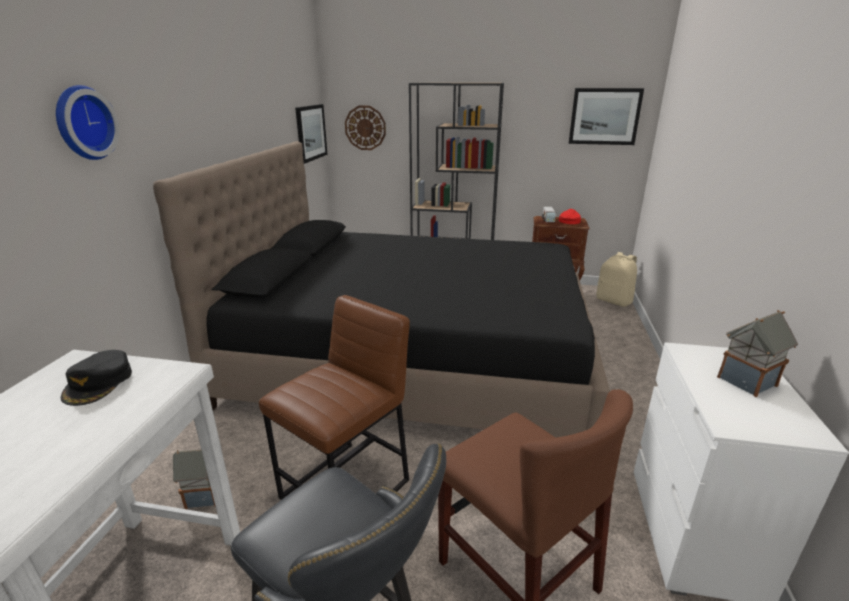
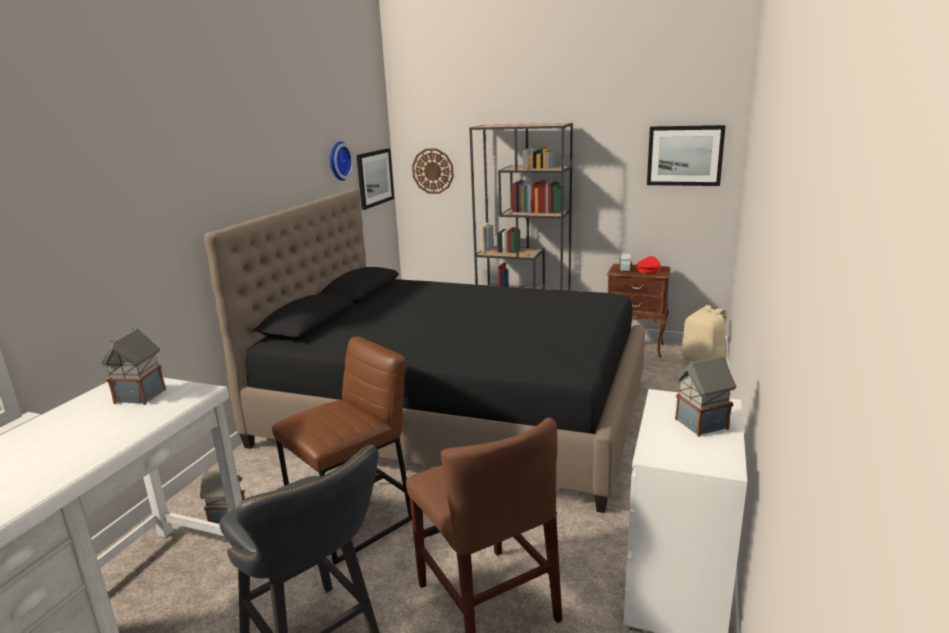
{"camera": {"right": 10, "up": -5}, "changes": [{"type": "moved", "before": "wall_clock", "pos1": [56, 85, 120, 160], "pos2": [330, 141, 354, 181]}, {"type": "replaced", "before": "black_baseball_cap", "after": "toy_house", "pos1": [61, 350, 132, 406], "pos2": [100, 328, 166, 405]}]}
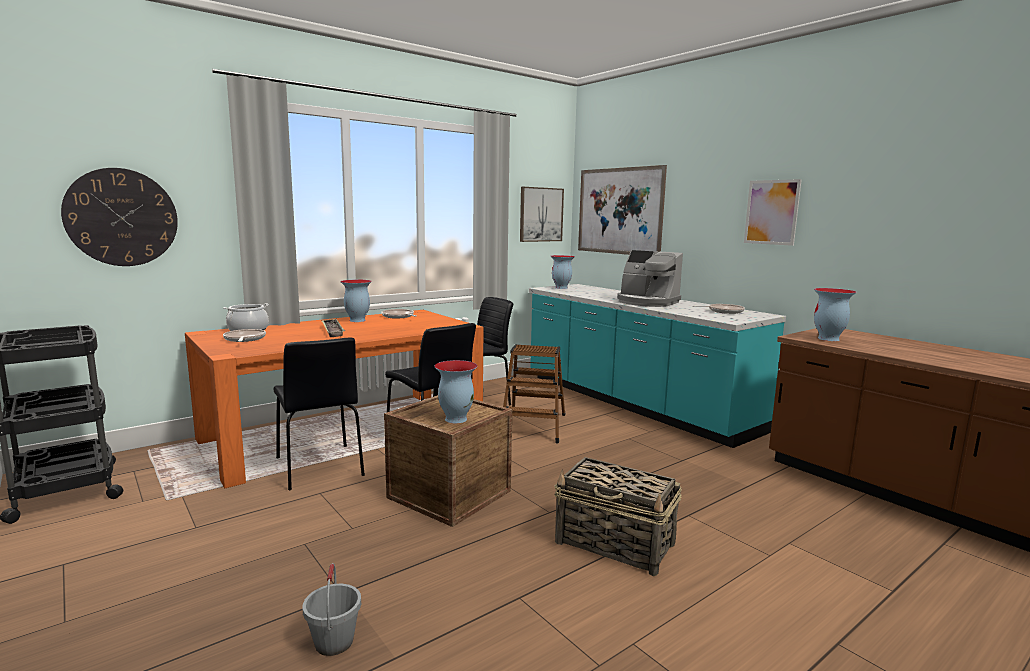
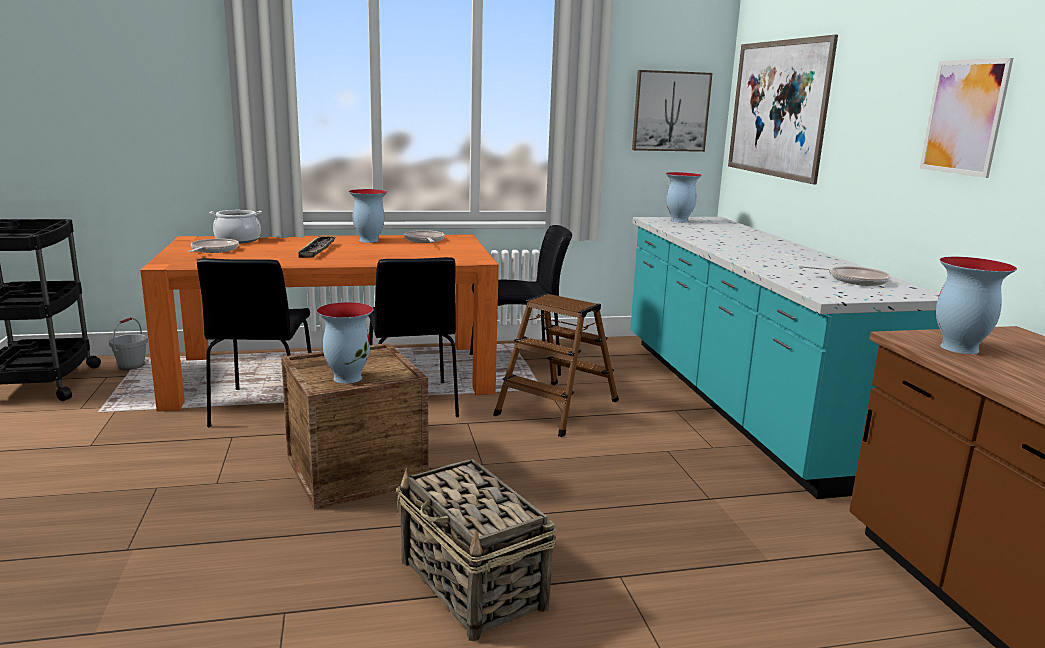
{"camera": {"right": 25, "up": 5}, "changes": [{"type": "removed", "before": "wall_clock", "pos1": [61, 168, 178, 266]}, {"type": "removed", "before": "coffee_maker", "pos1": [617, 250, 683, 307]}, {"type": "moved", "before": "gray_pail", "pos1": [303, 563, 361, 656], "pos2": [109, 317, 148, 371]}]}
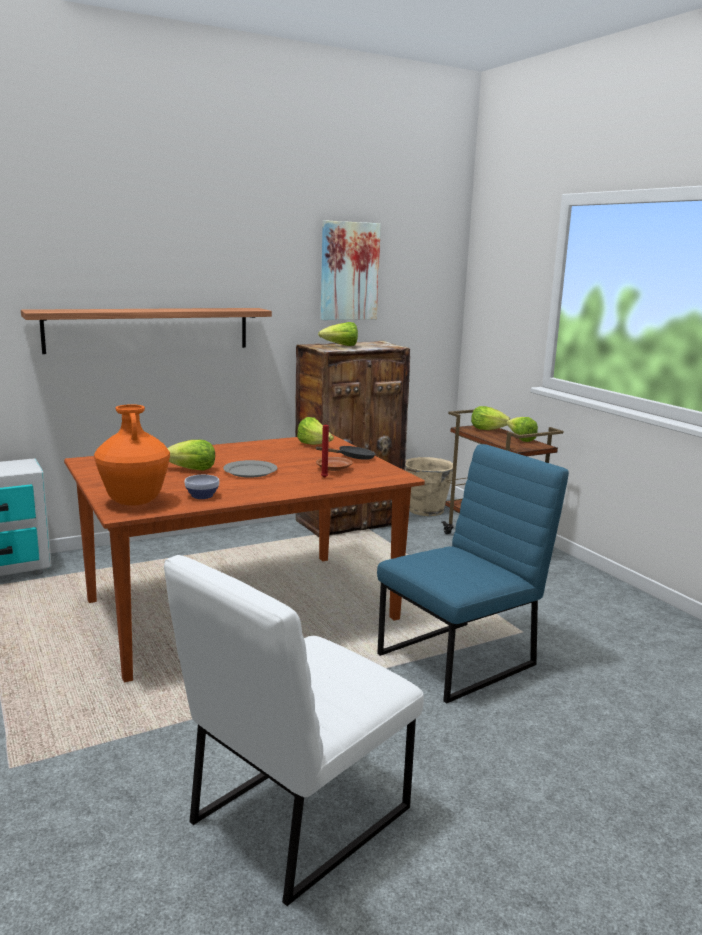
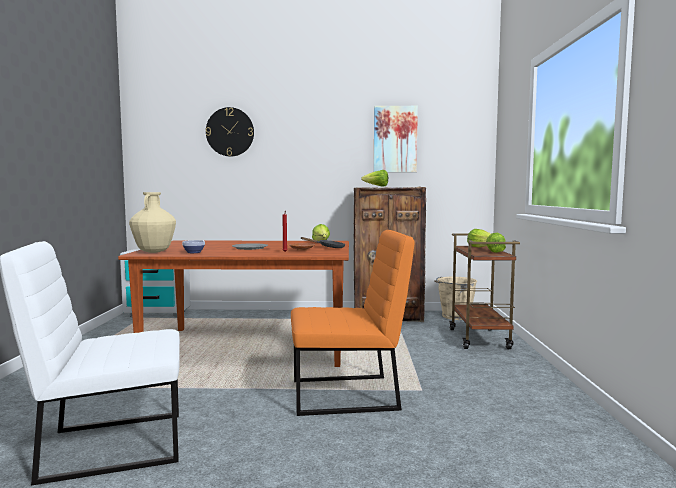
{"camera": {"right": 30, "up": -10}, "changes": [{"type": "removed", "before": "bracket_shelf", "pos1": [21, 308, 272, 354]}, {"type": "removed", "before": "lettuce_head", "pos1": [167, 440, 215, 471]}, {"type": "added", "after": "wall_clock", "pos2": [206, 107, 254, 157]}, {"type": "recoloured", "before": "orangey_vase", "after": "sand-coloured_vase", "pos1": [94, 404, 170, 506], "pos2": [129, 192, 176, 253]}, {"type": "recoloured", "before": "blue-coloured_plain_chair", "after": "orangey_plain_chair", "pos1": [377, 444, 569, 703], "pos2": [291, 230, 414, 416]}]}
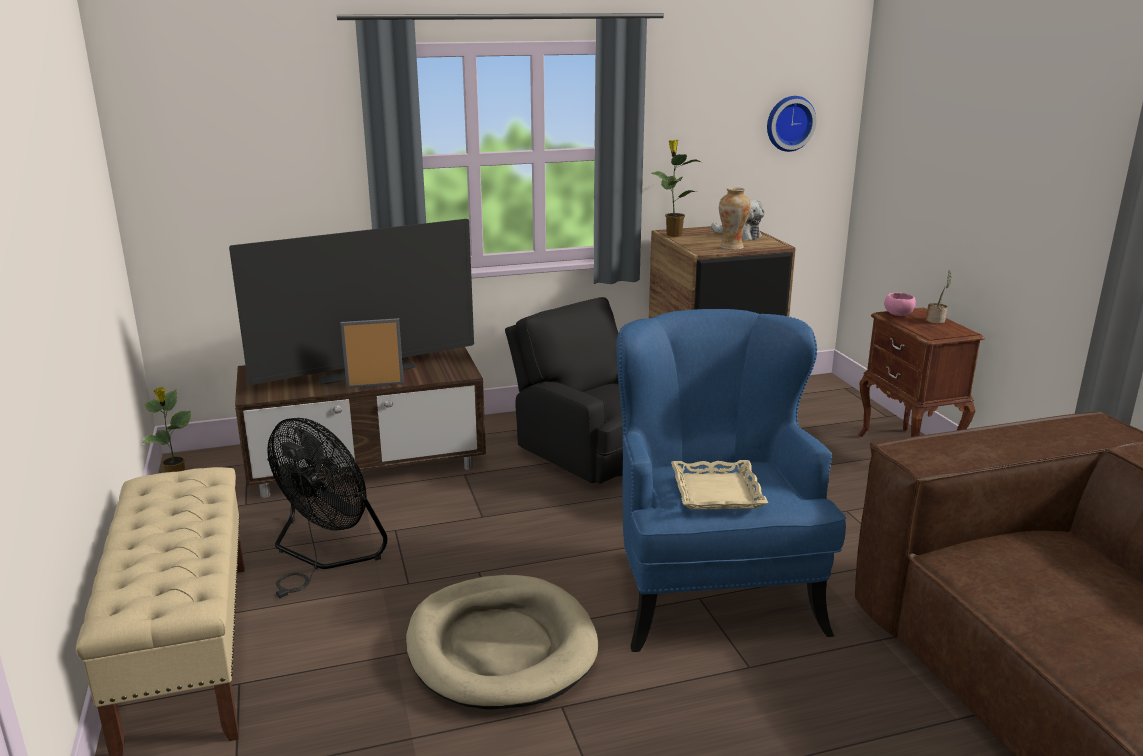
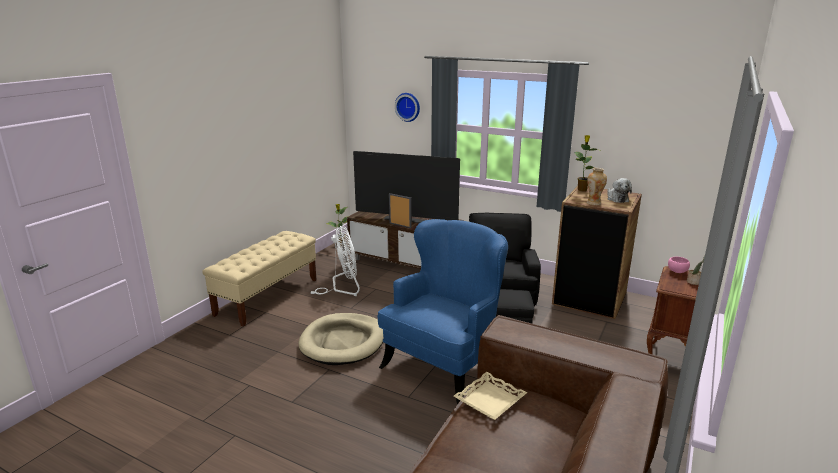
{"camera": {"right": 45, "up": 0}, "changes": [{"type": "moved", "before": "sand-coloured_tray", "pos1": [671, 460, 768, 510], "pos2": [454, 372, 528, 420]}, {"type": "moved", "before": "wall_clock", "pos1": [767, 96, 816, 152], "pos2": [395, 93, 420, 122]}, {"type": "recoloured", "before": "black_fan", "after": "whitish_fan", "pos1": [267, 418, 387, 598], "pos2": [310, 226, 360, 296]}]}
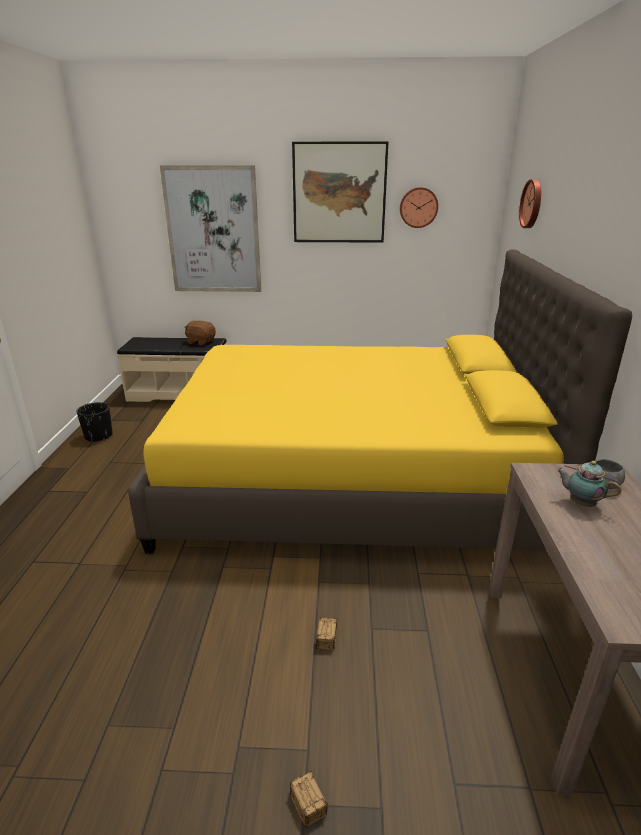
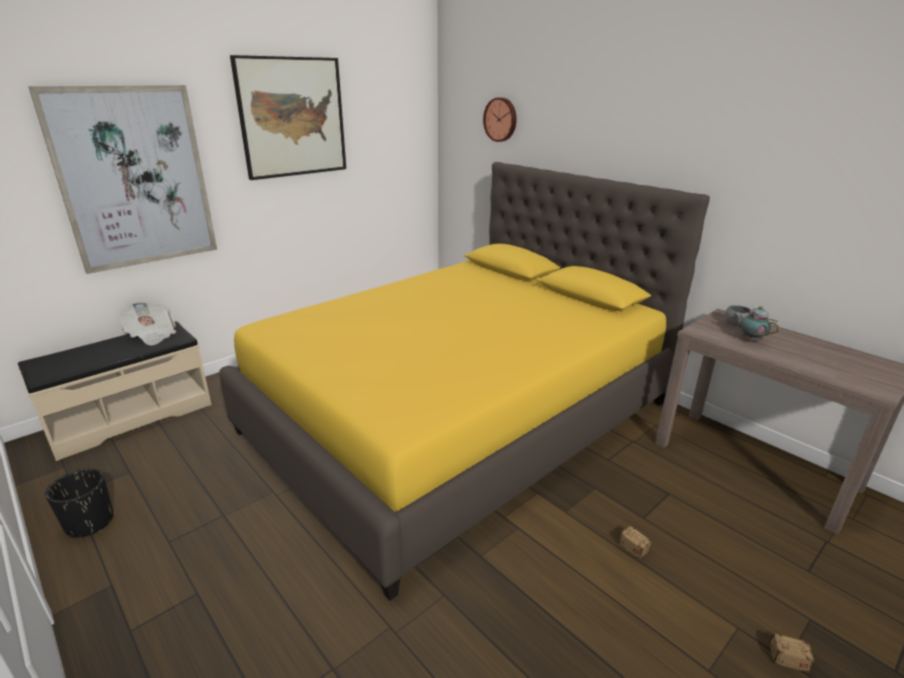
{"camera": {"right": -45, "up": 0}, "changes": [{"type": "removed", "before": "wall_clock", "pos1": [400, 187, 438, 228]}, {"type": "replaced", "before": "brown_cuddly_toy", "after": "printed_paper", "pos1": [184, 321, 216, 346], "pos2": [121, 302, 176, 345]}, {"type": "turned", "before": "teapot", "pos1": [556, 461, 621, 507], "pos2": [734, 306, 780, 342], "turn": 60}]}
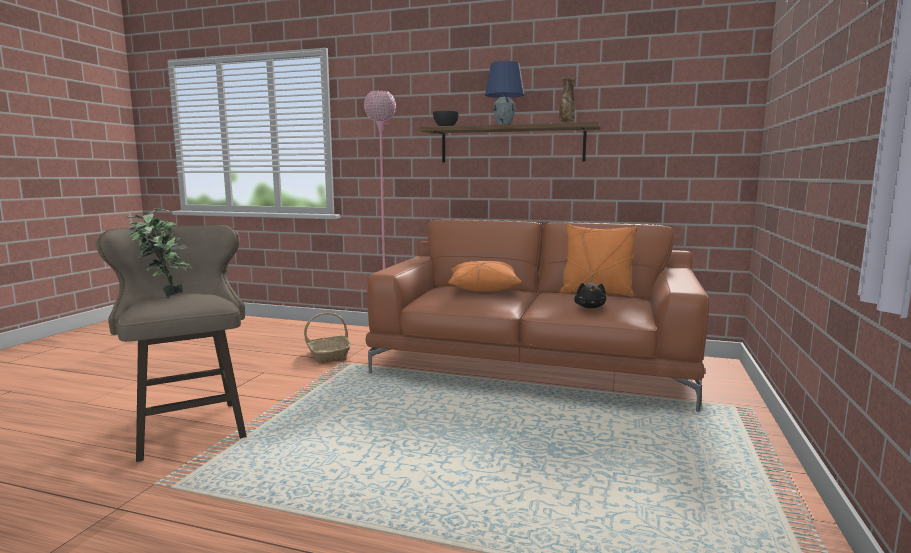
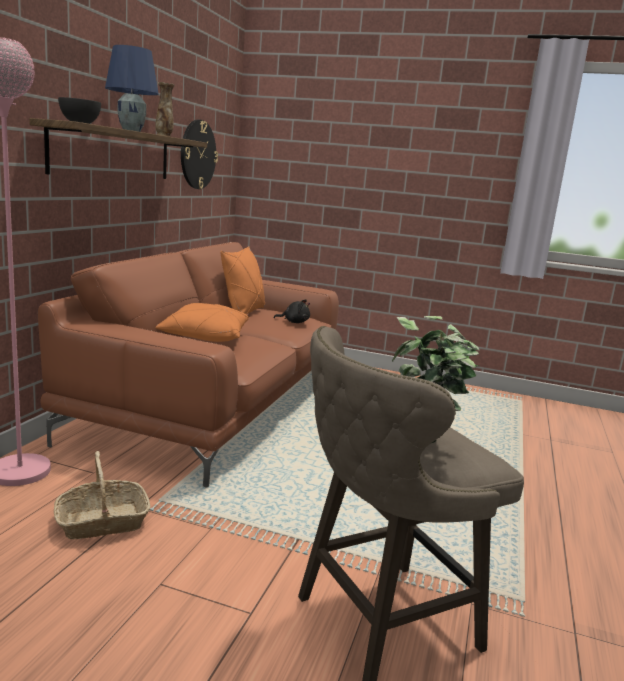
{"camera": {"right": -90, "up": 5}, "changes": [{"type": "added", "after": "wall_clock", "pos2": [181, 120, 218, 189]}]}
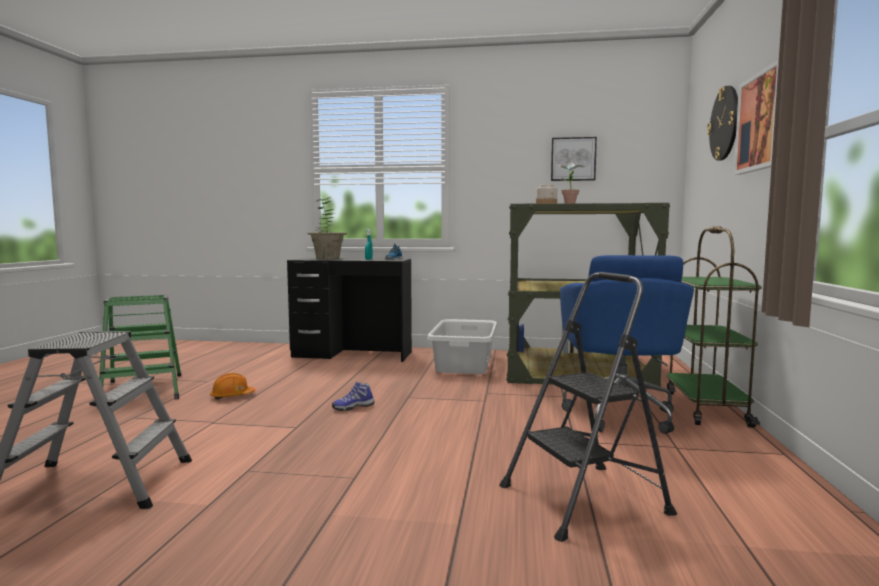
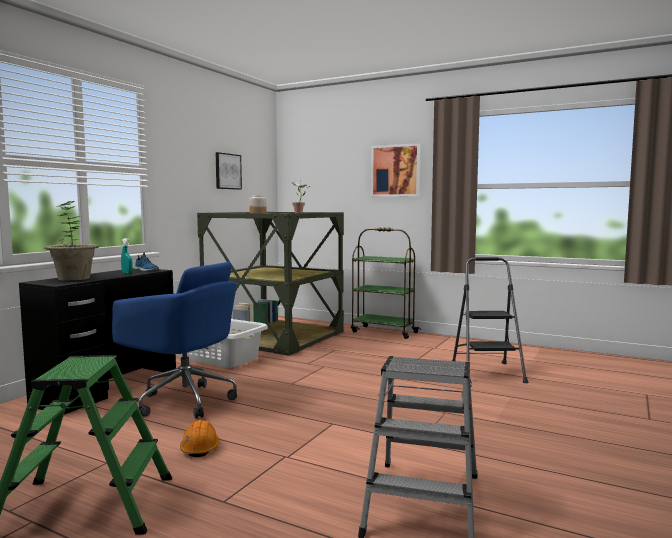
{"camera": {"right": -70, "up": 0}, "changes": [{"type": "removed", "before": "item_of_footwear", "pos1": [332, 382, 374, 411]}, {"type": "removed", "before": "wall_clock", "pos1": [707, 86, 738, 161]}, {"type": "moved", "before": "blue-coloured_computer_chair", "pos1": [560, 255, 694, 434], "pos2": [112, 262, 237, 419]}]}
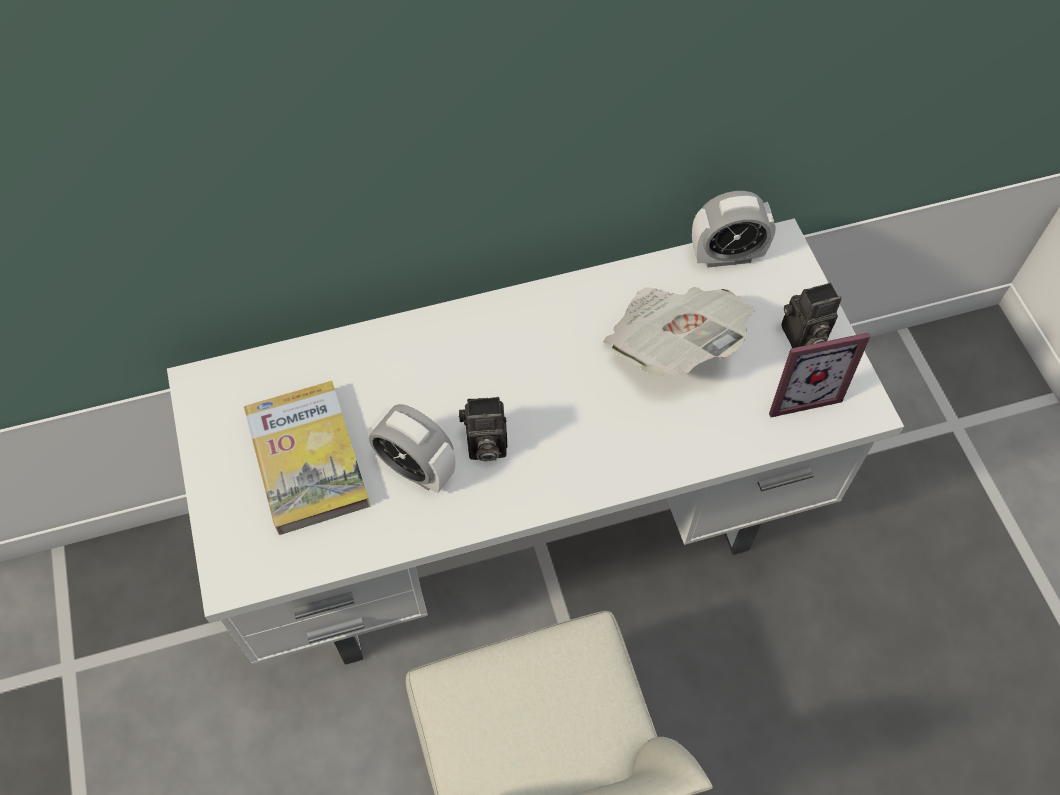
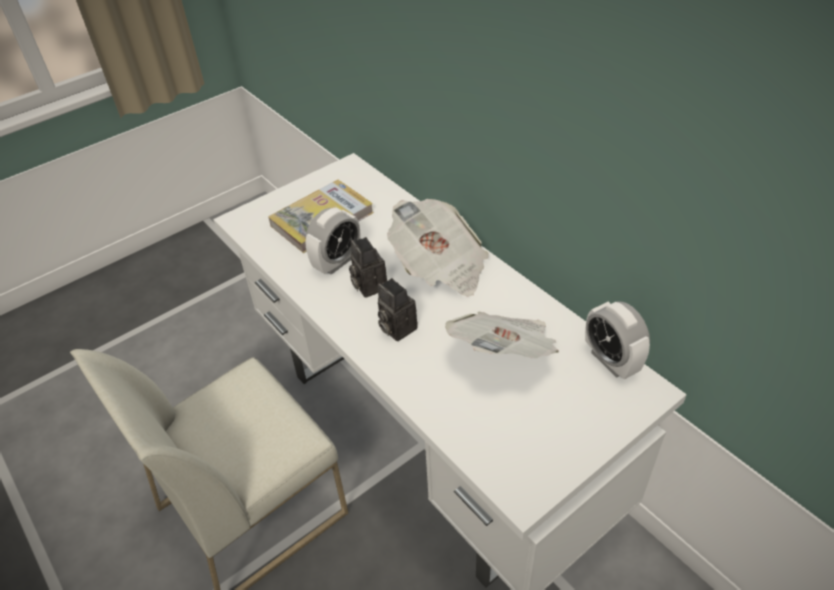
{"camera": {"right": 70, "up": -15}, "changes": [{"type": "removed", "before": "standing_frame", "pos1": [769, 333, 870, 417]}, {"type": "added", "after": "printed_paper", "pos2": [387, 199, 489, 296]}, {"type": "moved", "before": "still_camera", "pos1": [782, 283, 842, 348], "pos2": [378, 278, 418, 341]}, {"type": "turned", "before": "bedside_clock", "pos1": [368, 404, 455, 493], "pos2": [305, 207, 361, 275], "turn": -150}]}
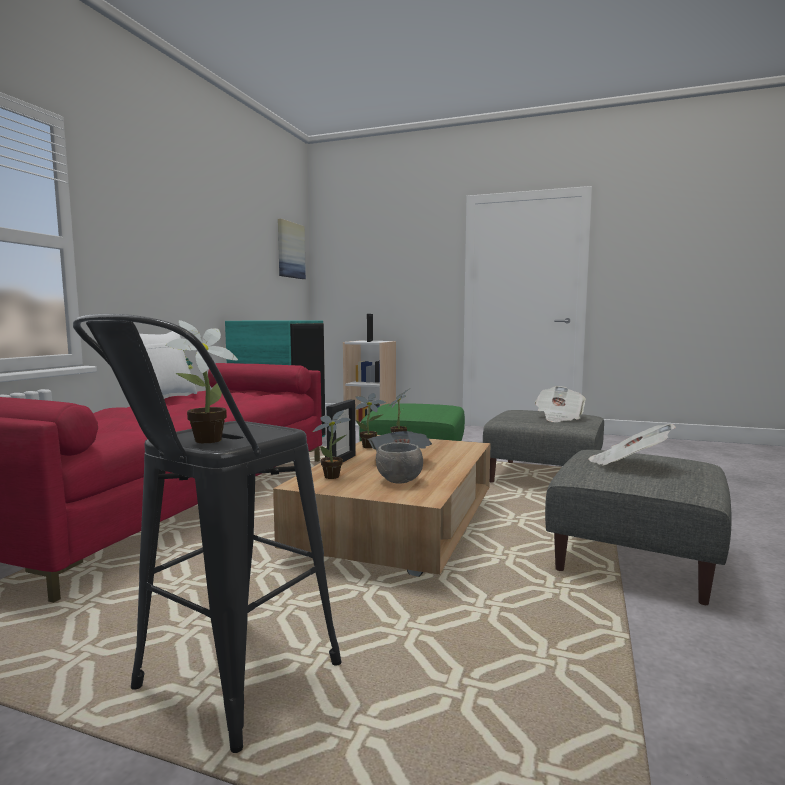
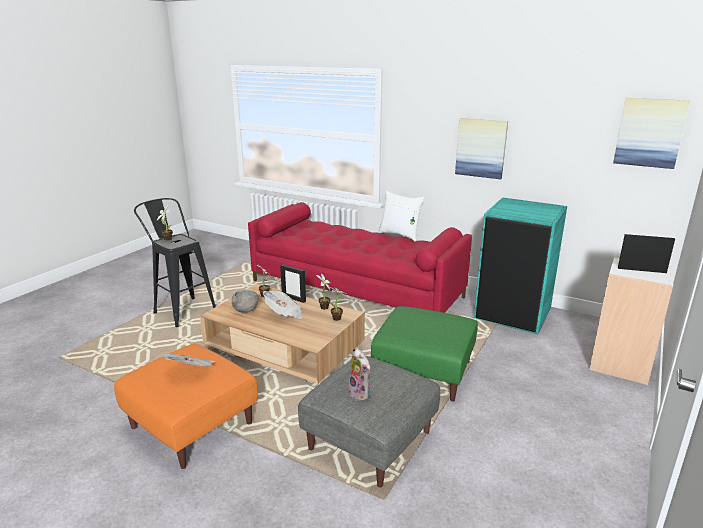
{"camera": {"right": 100, "up": 15}, "changes": [{"type": "added", "after": "picture", "pos2": [455, 118, 508, 179]}, {"type": "replaced", "before": "printed_paper", "after": "cuddly_toy", "pos1": [535, 386, 586, 422], "pos2": [348, 349, 371, 401]}, {"type": "recoloured", "before": "gray_ottoman", "after": "orangey_ottoman", "pos1": [545, 450, 732, 605], "pos2": [114, 344, 258, 469]}]}
